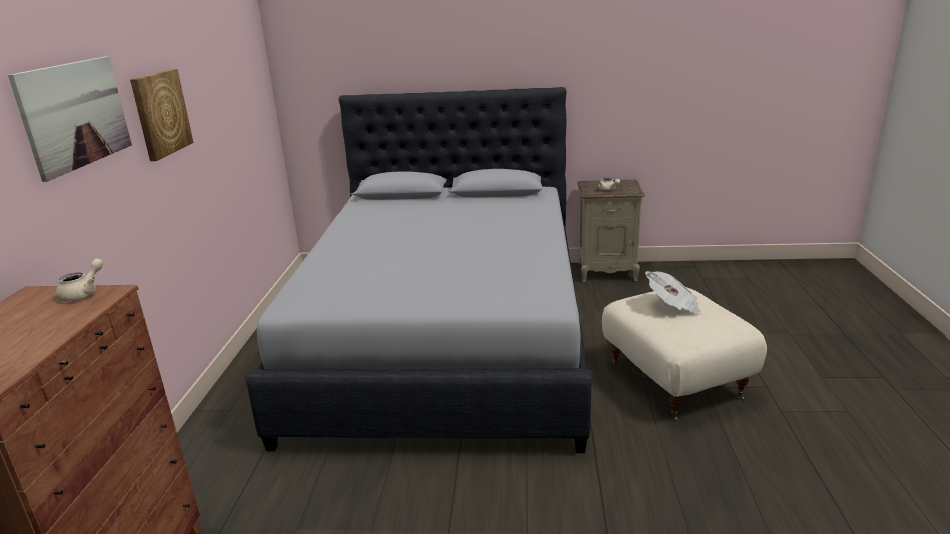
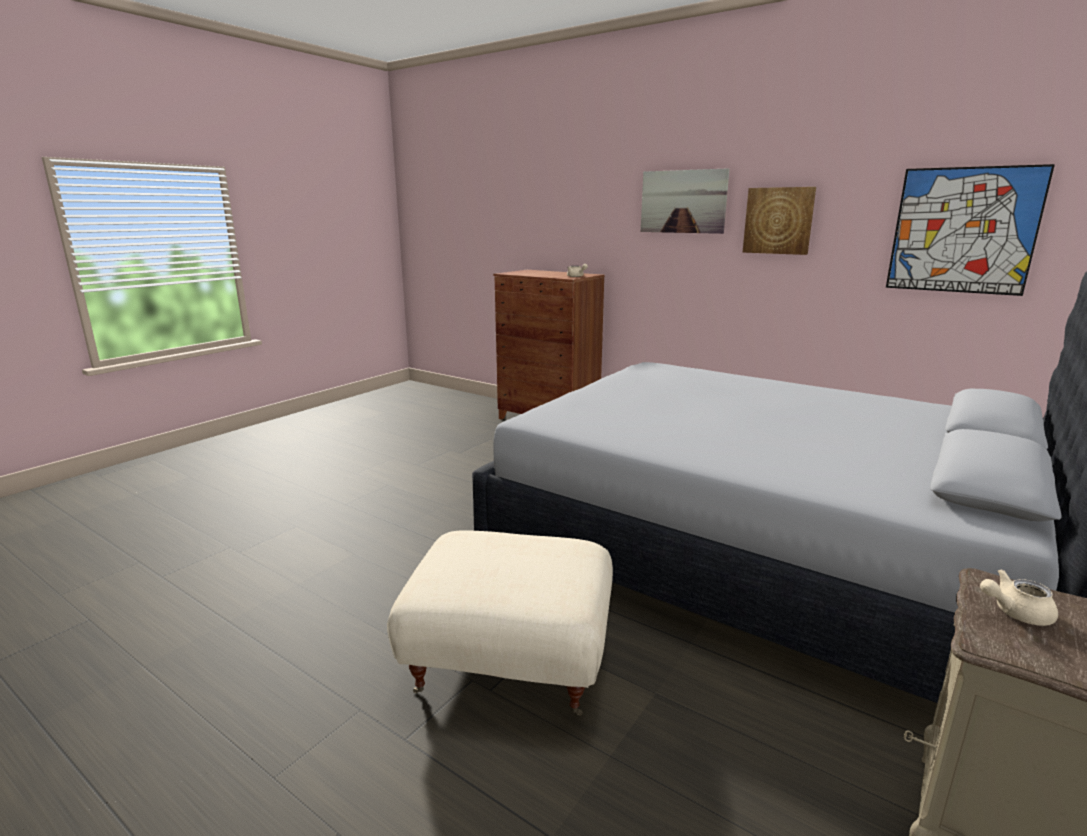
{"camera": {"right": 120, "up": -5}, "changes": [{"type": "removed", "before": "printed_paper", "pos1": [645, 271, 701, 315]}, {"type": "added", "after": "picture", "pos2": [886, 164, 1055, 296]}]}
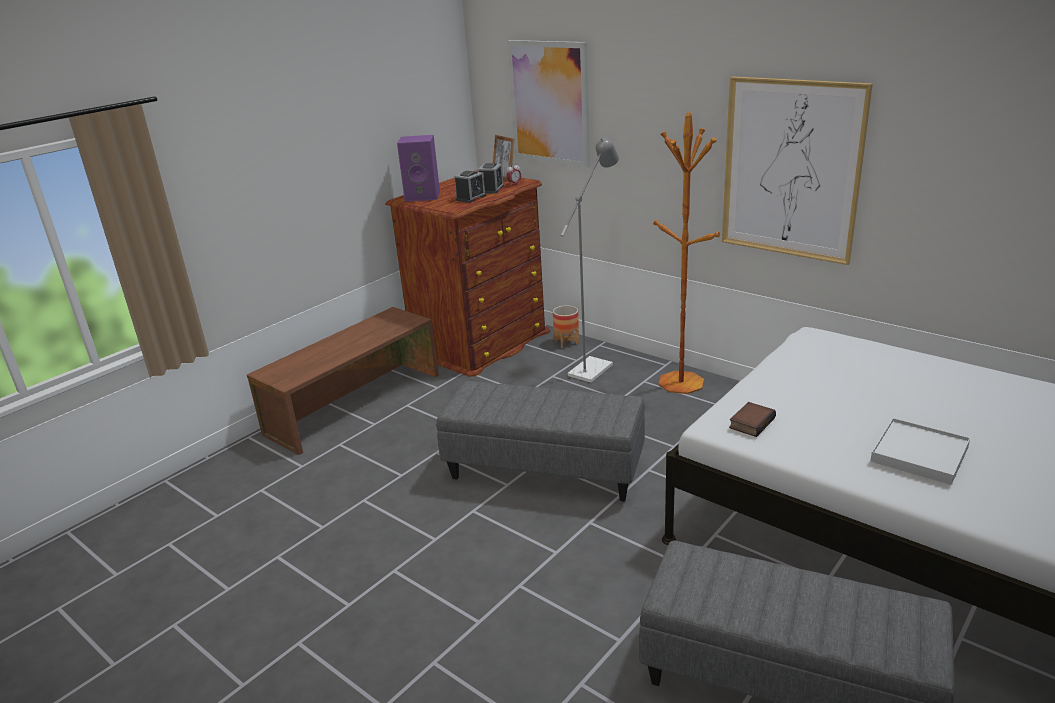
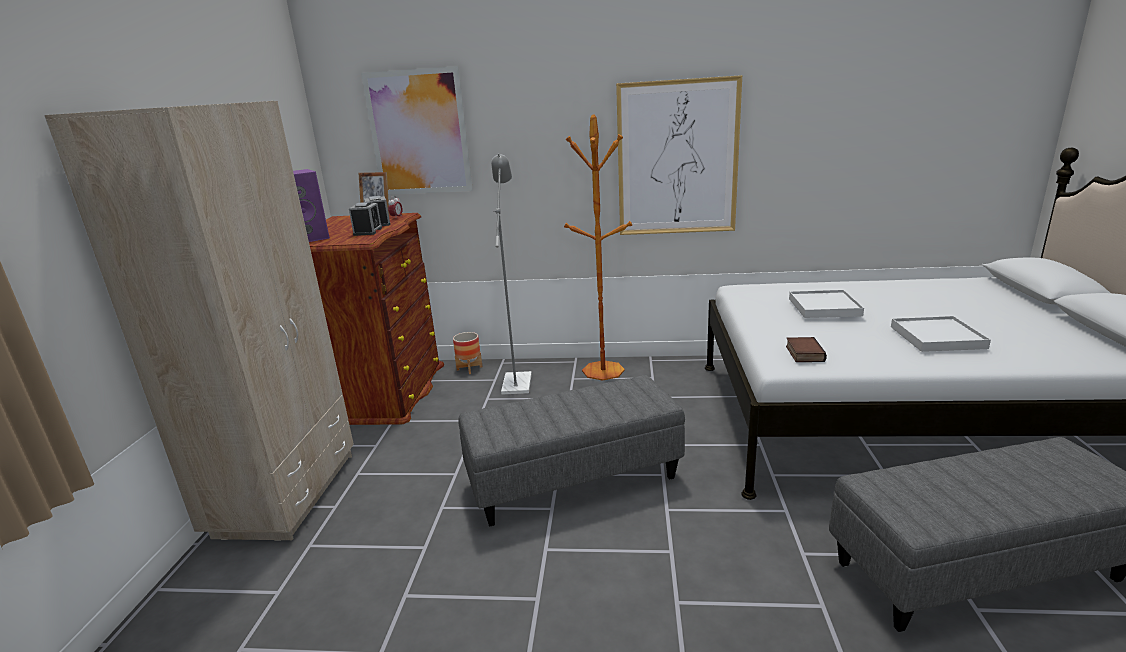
{"camera": {"right": -35, "up": -5}, "changes": [{"type": "added", "after": "whitish_tray", "pos2": [789, 290, 864, 318]}, {"type": "replaced", "before": "brown_indoor_bench", "after": "sand-coloured_clothes_cupboard", "pos1": [247, 307, 439, 455], "pos2": [44, 101, 354, 541]}]}
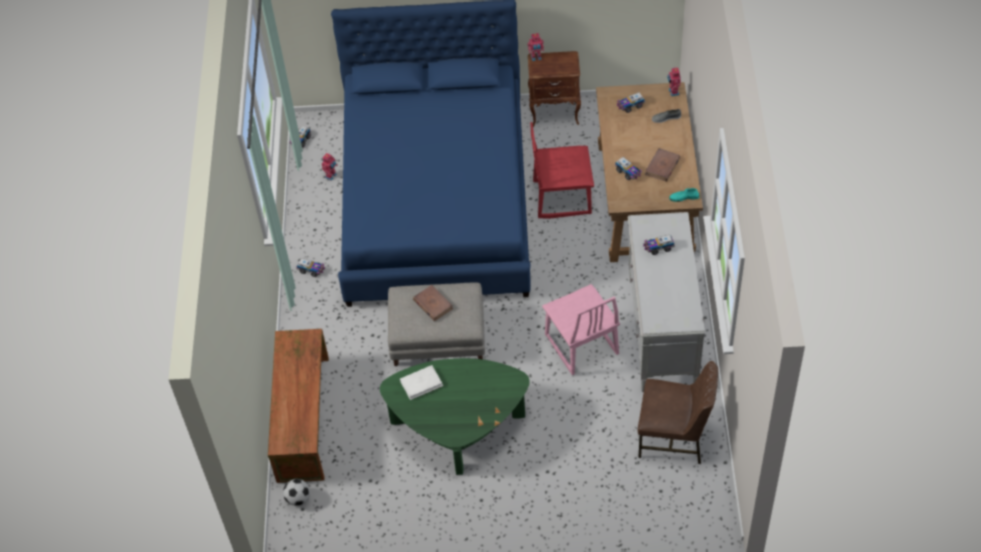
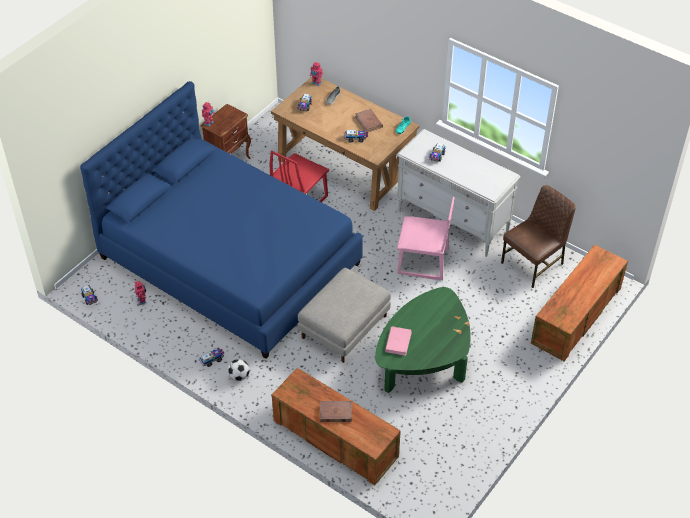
{"camera": {"right": -55, "up": -5}, "changes": [{"type": "added", "after": "brown_indoor_bench", "pos2": [531, 245, 628, 361]}, {"type": "moved", "before": "ball_for_football", "pos1": [283, 479, 310, 506], "pos2": [228, 359, 250, 381]}, {"type": "moved", "before": "brown_bound_book", "pos1": [413, 285, 453, 321], "pos2": [320, 401, 352, 422]}, {"type": "recoloured", "before": "whitish_bound_book", "after": "pink_bound_book", "pos1": [400, 365, 443, 400], "pos2": [385, 326, 412, 356]}]}
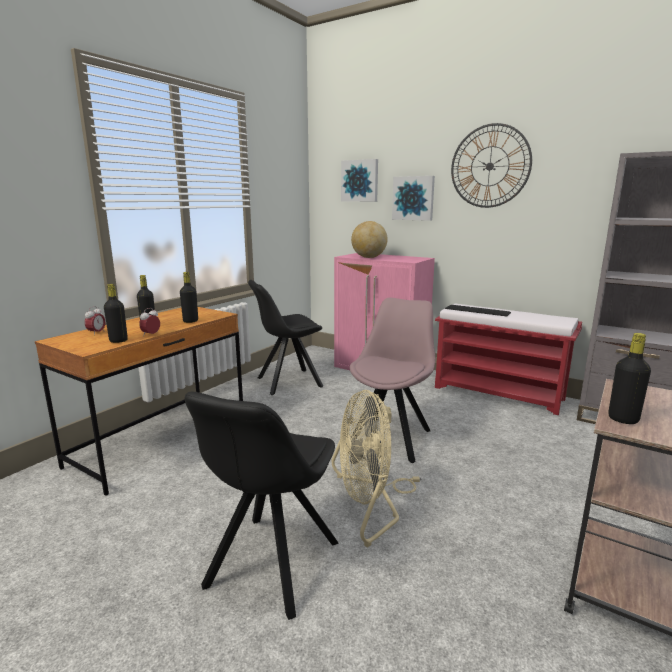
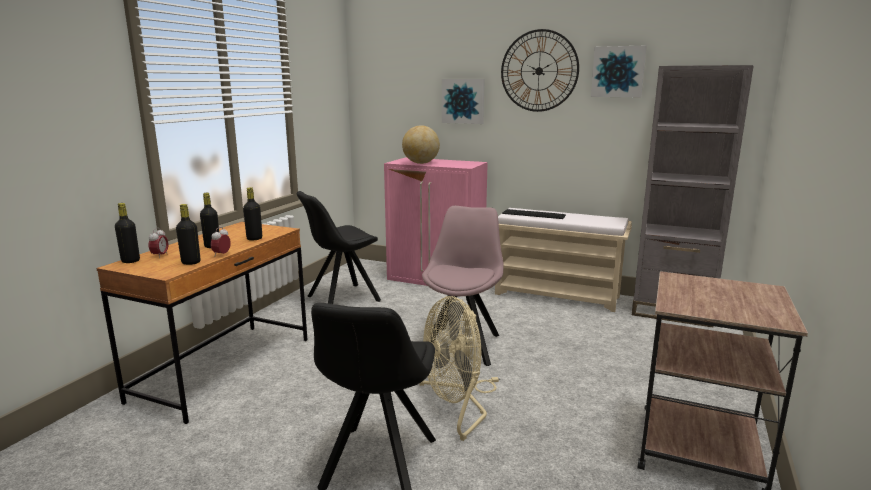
{"camera": {"right": -10, "up": 0}, "changes": [{"type": "moved", "before": "picture", "pos1": [341, 159, 378, 202], "pos2": [591, 46, 647, 97]}, {"type": "moved", "before": "black_beverage_bottle", "pos1": [608, 333, 651, 424], "pos2": [115, 203, 140, 263]}, {"type": "recoloured", "before": "red_indoor_bench", "after": "sand-coloured_indoor_bench", "pos1": [435, 304, 582, 415], "pos2": [495, 208, 632, 312]}]}
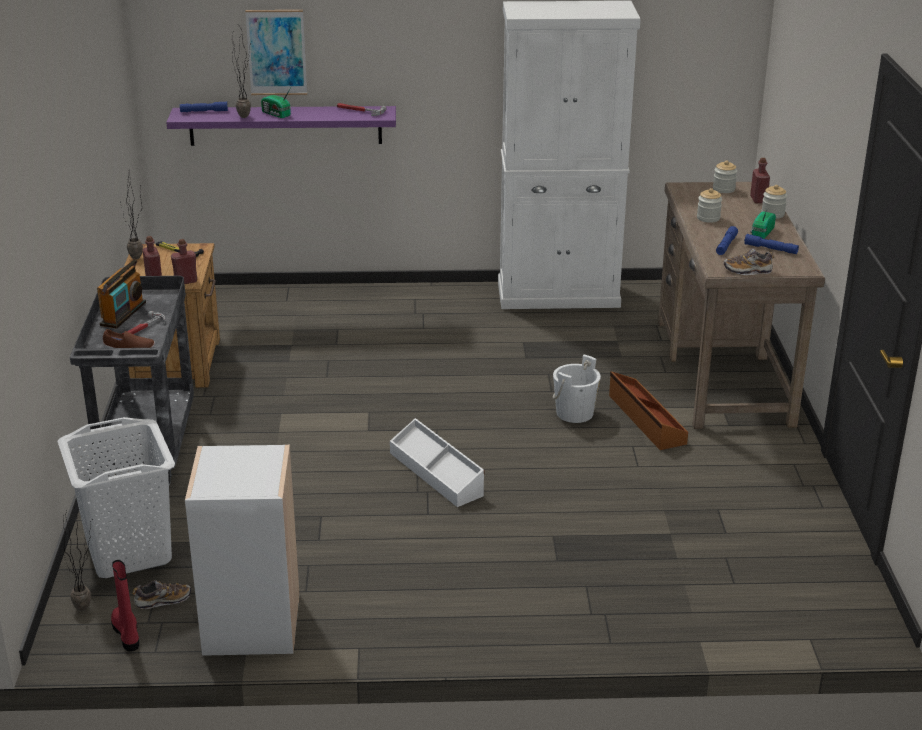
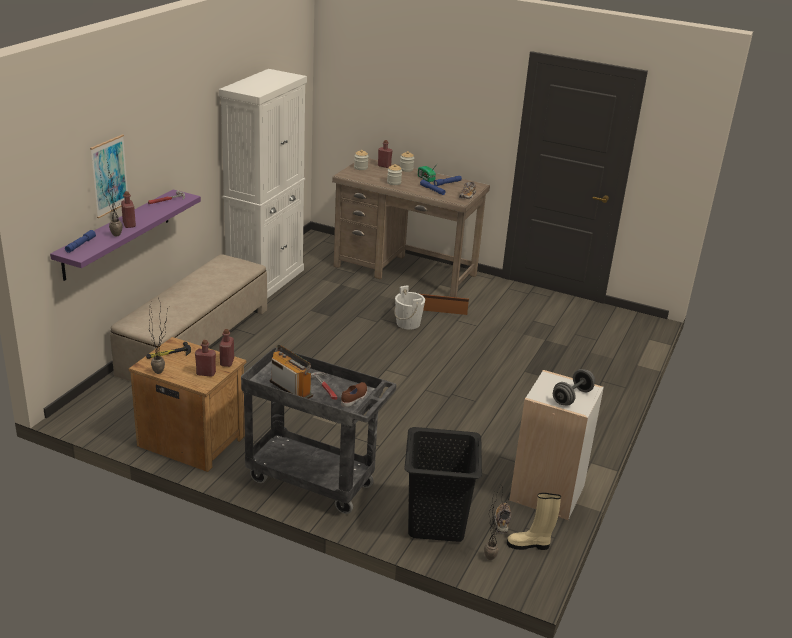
{"camera": {"right": -65, "up": 0}, "changes": [{"type": "removed", "before": "whitish_storage_box", "pos1": [390, 418, 484, 507]}, {"type": "added", "after": "sand-coloured_indoor_bench", "pos2": [110, 254, 267, 382]}, {"type": "added", "after": "gray_dumbbell", "pos2": [553, 369, 595, 406]}, {"type": "replaced", "before": "radio_set", "after": "red_beverage_bottle", "pos1": [261, 87, 291, 118], "pos2": [121, 191, 136, 228]}, {"type": "recoloured", "before": "whitish_hamper", "after": "black_hamper", "pos1": [57, 417, 175, 578], "pos2": [404, 427, 482, 542]}, {"type": "recoloured", "before": "red_tall_boot", "after": "sand-coloured_tall_boot", "pos1": [111, 560, 139, 651], "pos2": [507, 493, 561, 550]}]}
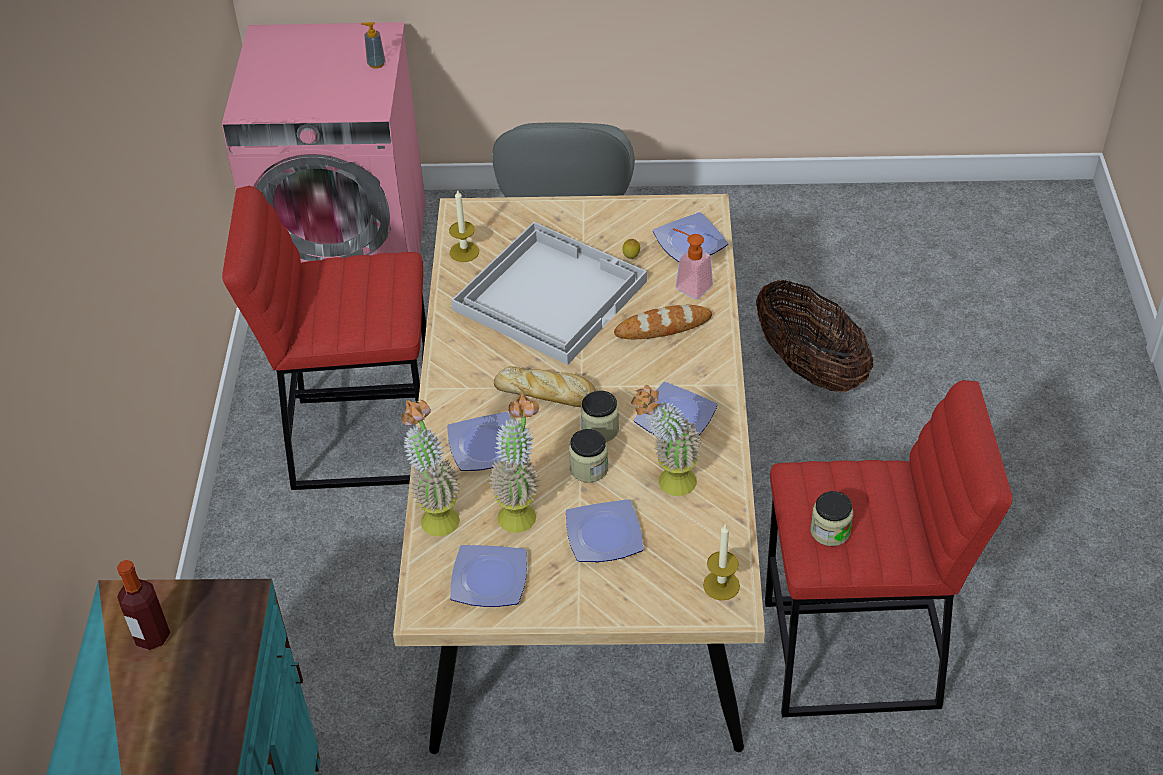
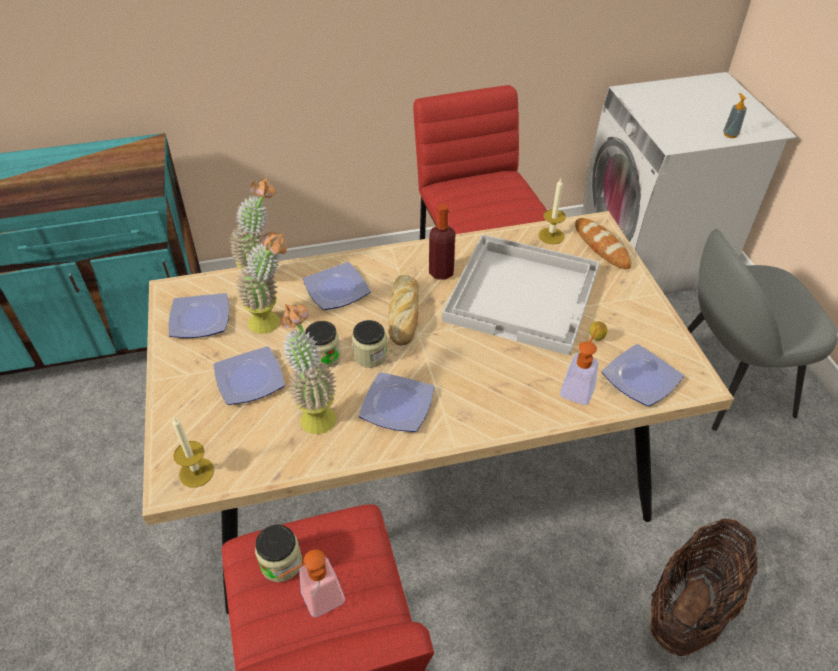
{"camera": {"right": 75, "up": 0}, "changes": [{"type": "added", "after": "liquid_soap_bottle", "pos2": [279, 549, 345, 617]}, {"type": "moved", "before": "beverage_bottle", "pos1": [117, 560, 170, 650], "pos2": [429, 204, 456, 280]}, {"type": "moved", "before": "bread", "pos1": [614, 305, 712, 339], "pos2": [575, 218, 631, 269]}, {"type": "recoloured", "before": "pink_washing_machine", "after": "whitish_washing_machine", "pos1": [222, 22, 426, 263], "pos2": [583, 72, 797, 295]}]}
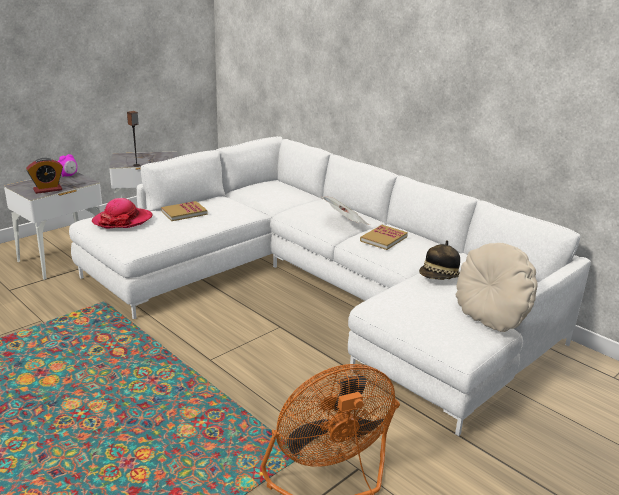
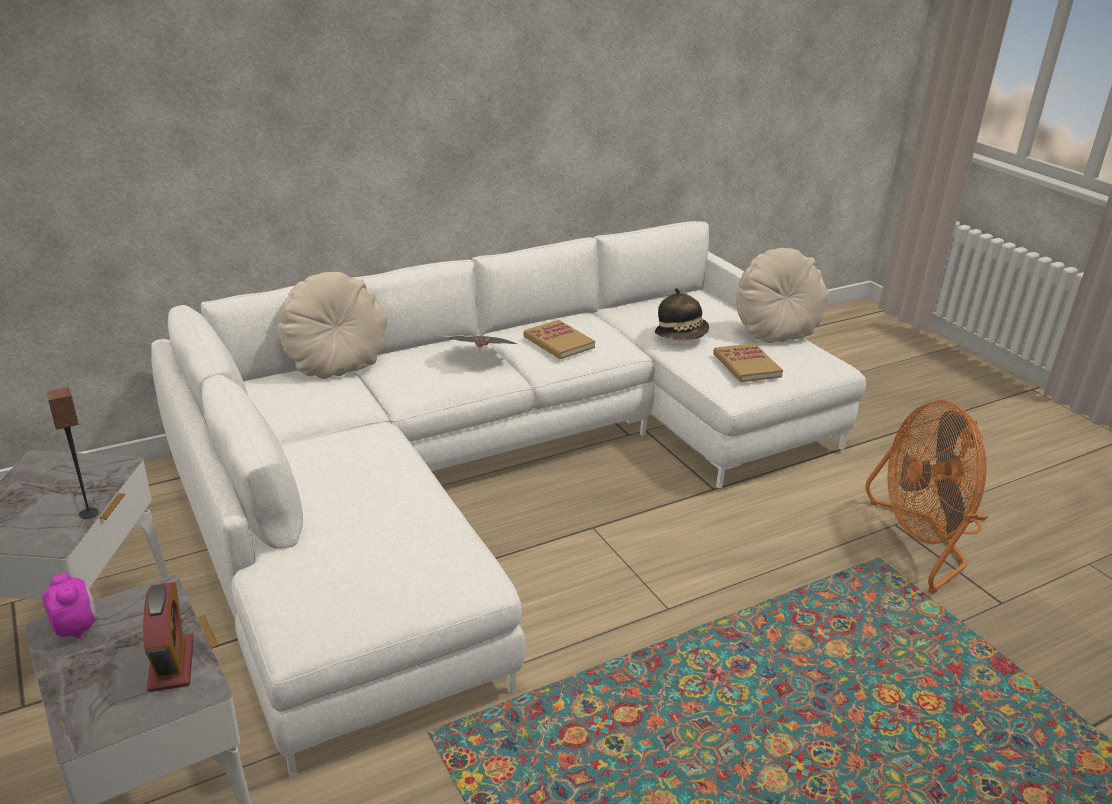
{"camera": {"right": -75, "up": 5}, "changes": [{"type": "removed", "before": "wearable_hat", "pos1": [91, 198, 153, 229]}, {"type": "added", "after": "sand-coloured_pillow", "pos2": [277, 272, 387, 379]}, {"type": "moved", "before": "bound_book", "pos1": [161, 201, 208, 221], "pos2": [713, 343, 783, 382]}]}
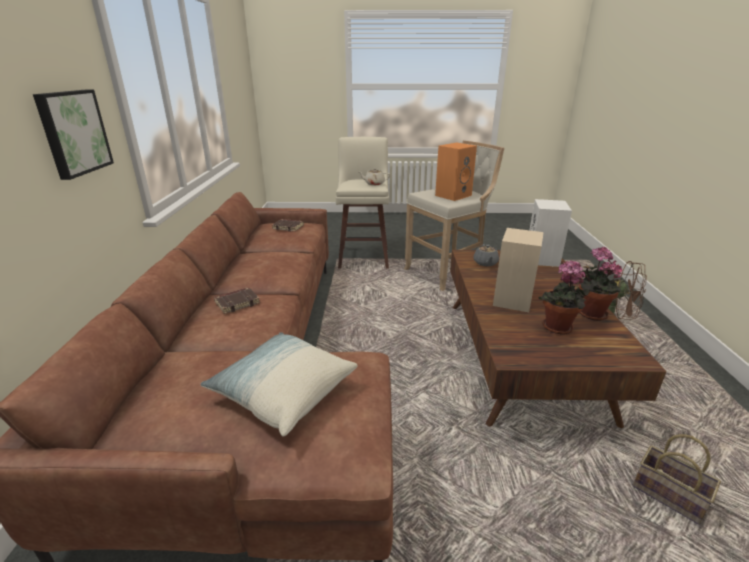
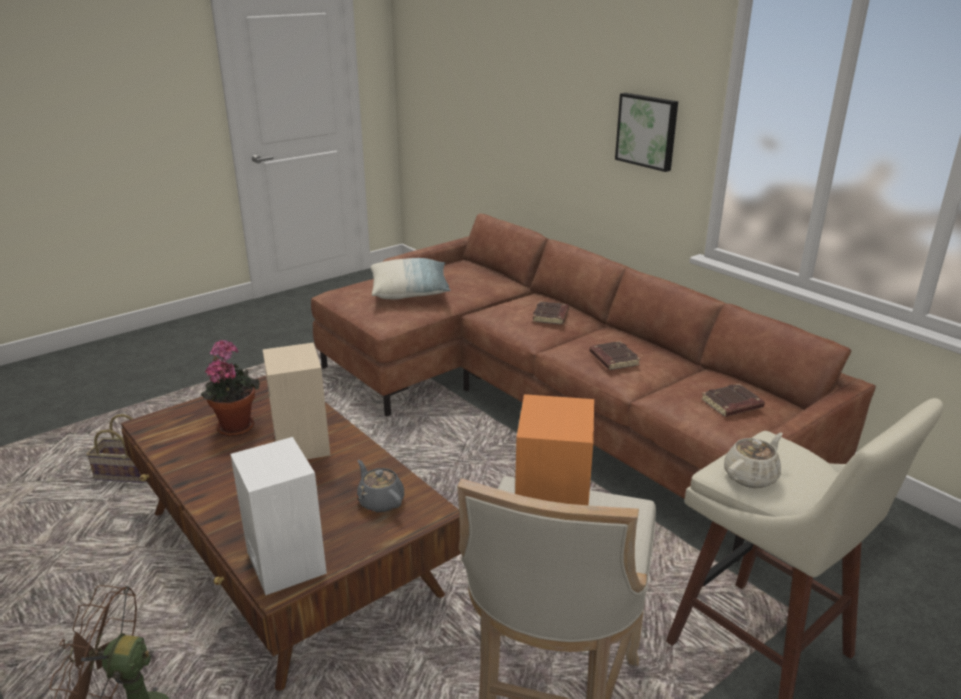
{"camera": {"right": 140, "up": 0}, "changes": [{"type": "removed", "before": "houseplant", "pos1": [579, 247, 622, 321]}, {"type": "added", "after": "brown_bound_book", "pos2": [590, 341, 641, 370]}]}
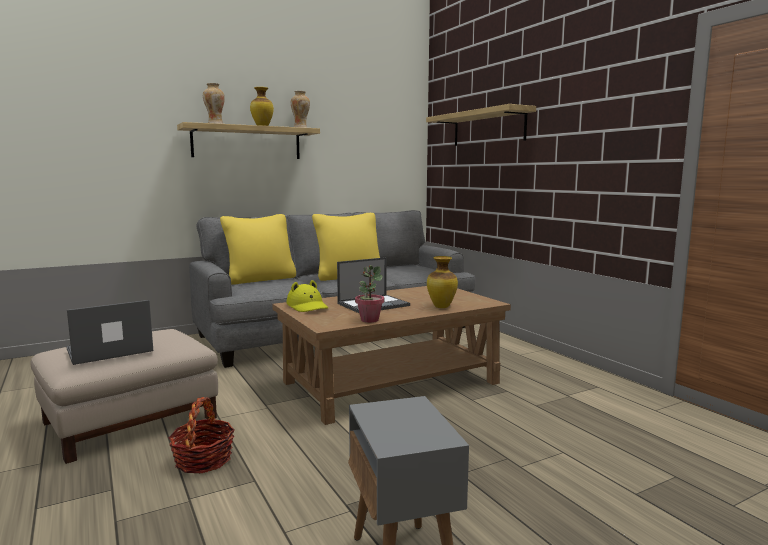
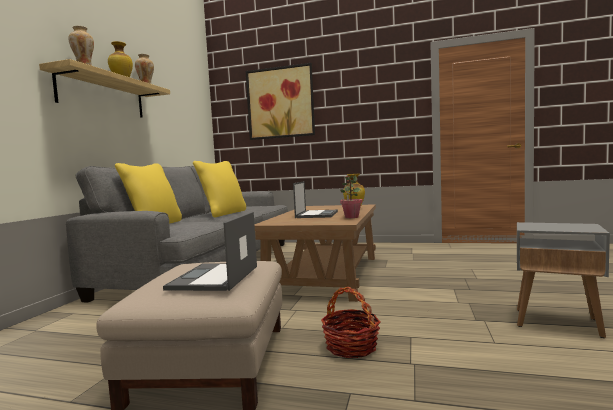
{"camera": {"right": -45, "up": -5}, "changes": [{"type": "removed", "before": "yellow_wearable_hat", "pos1": [286, 280, 328, 312]}, {"type": "replaced", "before": "bracket_shelf", "after": "picture", "pos1": [426, 104, 536, 146], "pos2": [246, 63, 315, 140]}]}
